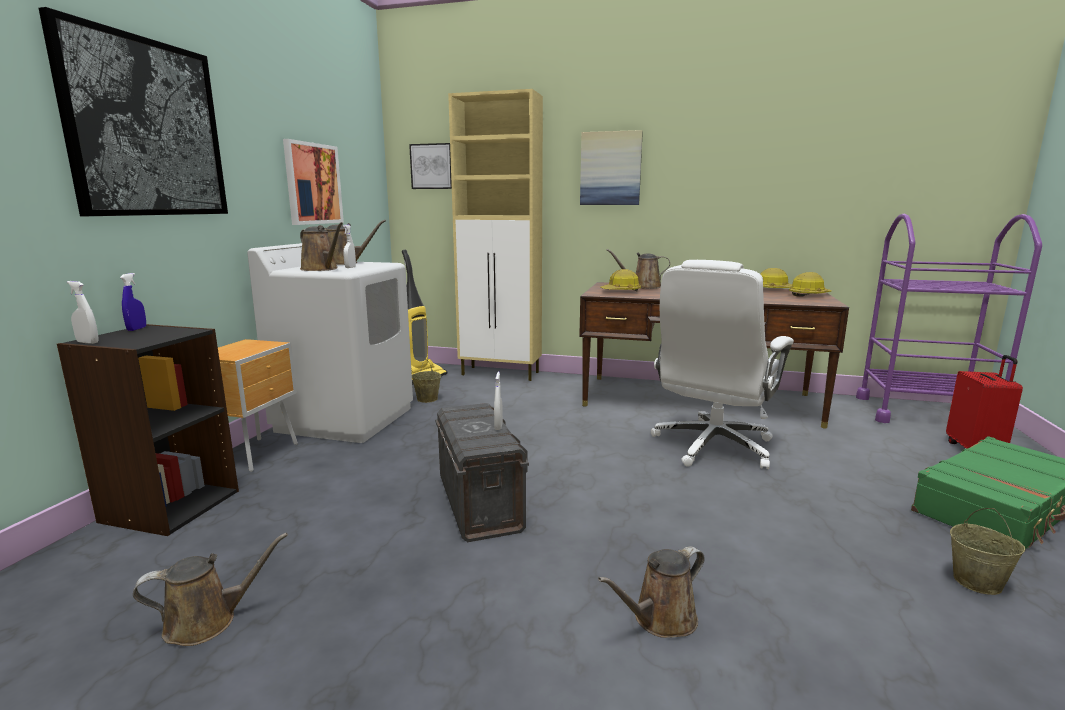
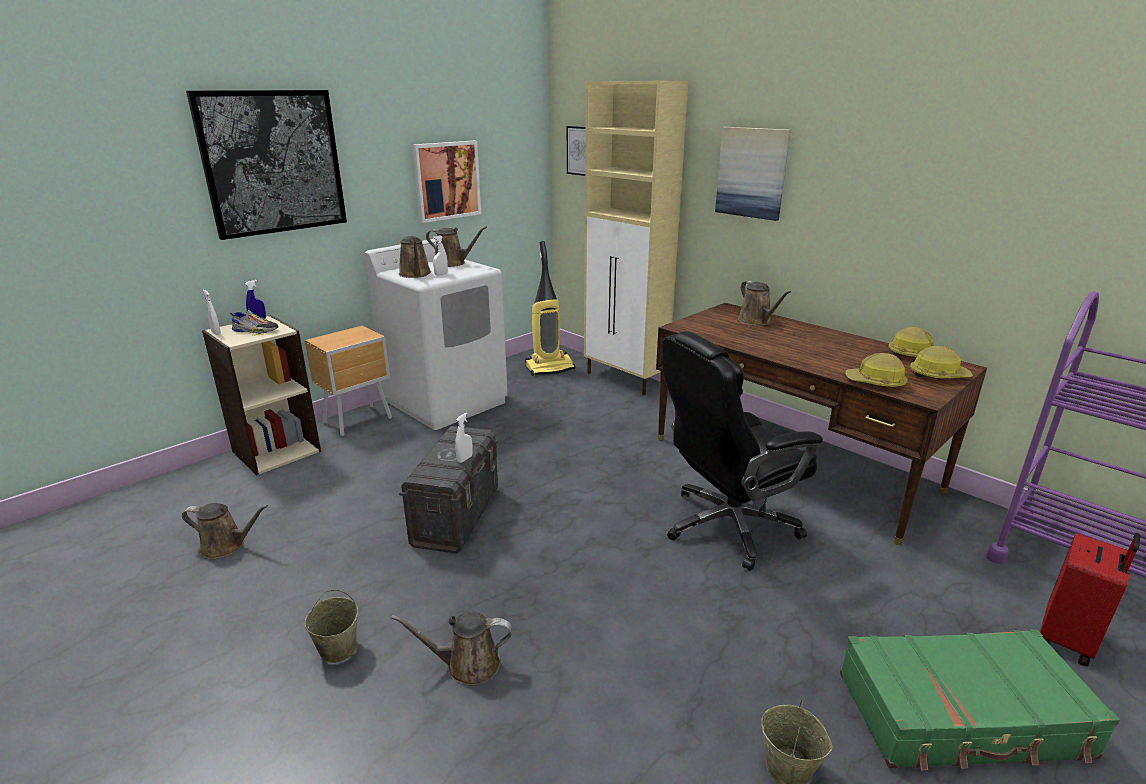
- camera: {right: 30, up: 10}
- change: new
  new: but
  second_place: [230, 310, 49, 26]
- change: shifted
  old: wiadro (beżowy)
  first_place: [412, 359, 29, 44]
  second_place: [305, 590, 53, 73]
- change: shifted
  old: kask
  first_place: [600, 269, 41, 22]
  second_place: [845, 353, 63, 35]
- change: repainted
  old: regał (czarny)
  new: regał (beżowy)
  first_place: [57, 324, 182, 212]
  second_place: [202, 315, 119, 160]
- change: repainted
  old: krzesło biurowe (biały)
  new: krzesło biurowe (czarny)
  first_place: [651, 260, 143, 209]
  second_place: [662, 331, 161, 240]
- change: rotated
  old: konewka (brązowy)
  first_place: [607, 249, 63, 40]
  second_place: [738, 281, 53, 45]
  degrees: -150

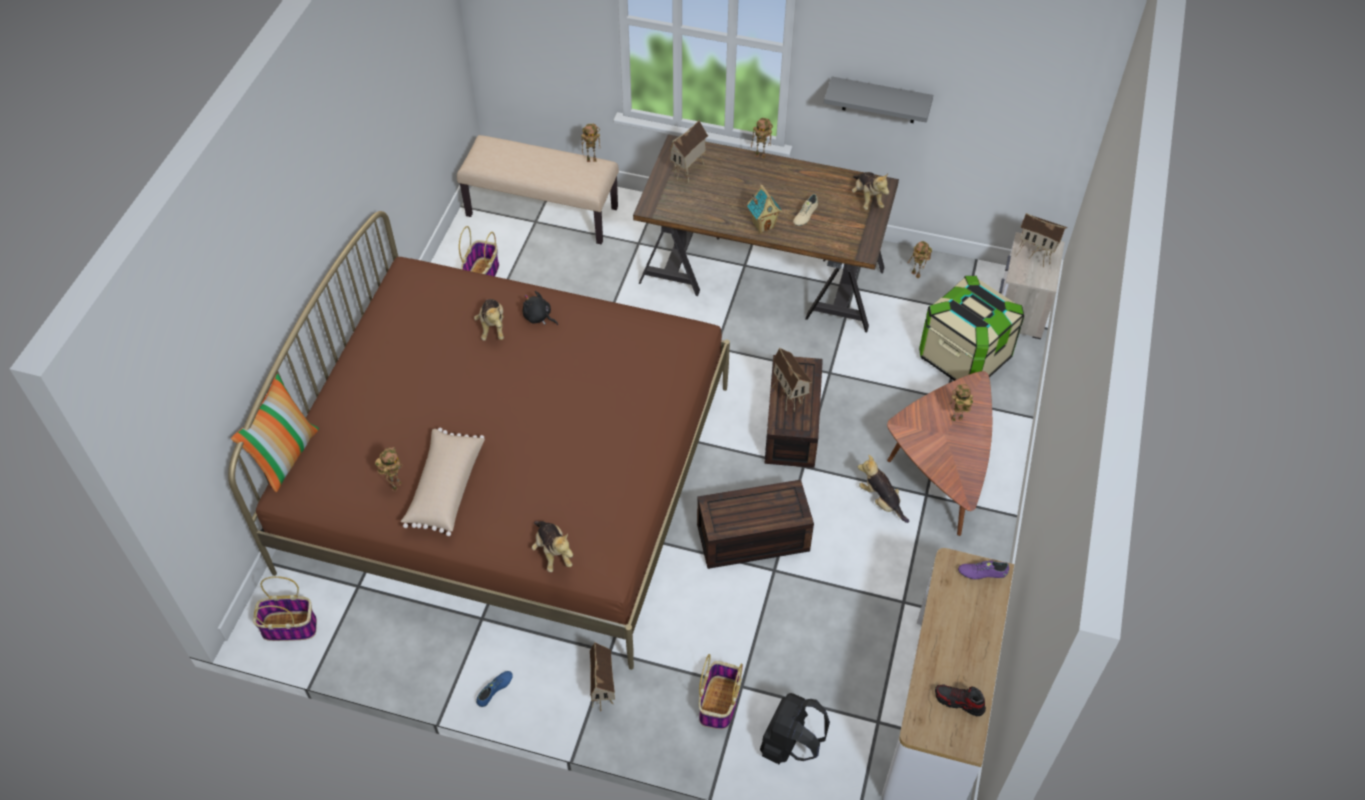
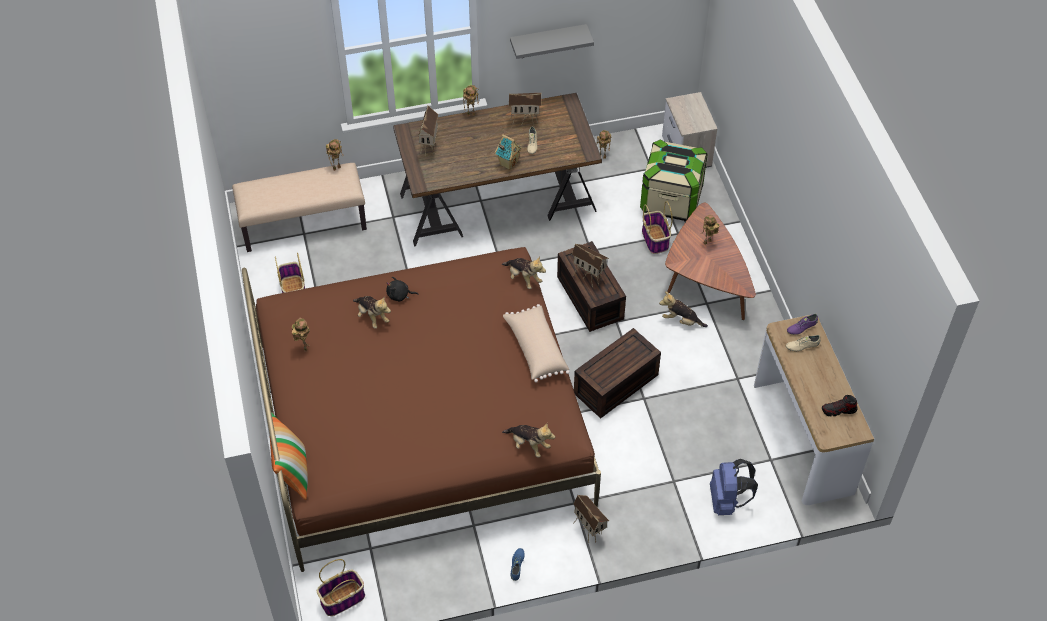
- camera: {right: -30, up: 0}
- change: new
  new: but (beżowy)
  second_place: [786, 335, 34, 17]
- change: shifted
  old: robot zabawkowy
  first_place: [375, 447, 28, 45]
  second_place: [292, 317, 18, 35]
- change: shifted
  old: poduszka (beżowy)
  first_place: [401, 428, 84, 108]
  second_place: [503, 304, 66, 79]
- change: shifted
  old: koszyk
  first_place: [699, 654, 44, 75]
  second_place: [642, 201, 31, 53]
- change: shifted
  old: pluszak
  first_place: [852, 172, 37, 38]
  second_place: [502, 256, 44, 33]
- change: shifted
  old: domek
  first_place: [1015, 213, 53, 54]
  second_place: [509, 93, 33, 35]
- change: repainted
  old: plecak (czarny)
  new: plecak (niebieski)
  first_place: [760, 693, 70, 71]
  second_place: [710, 459, 48, 56]

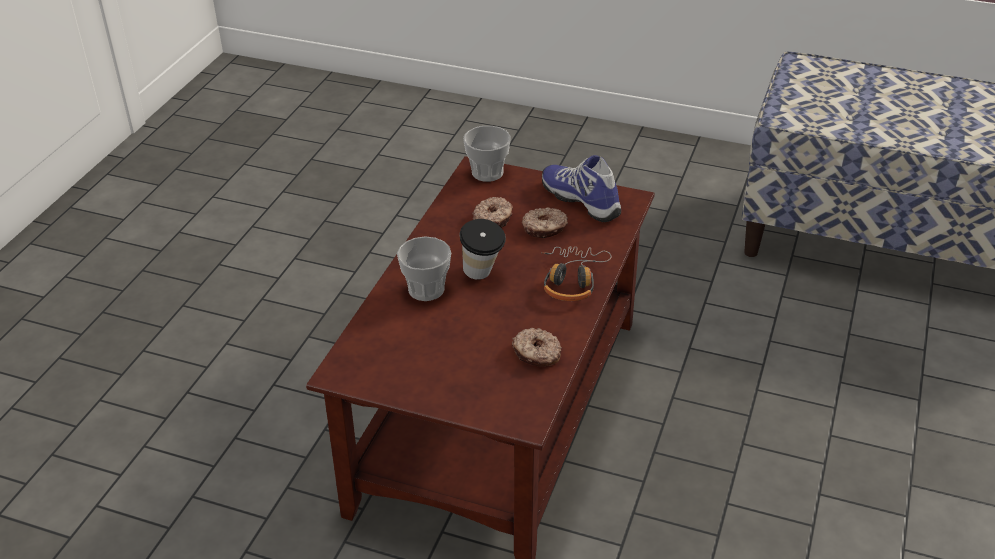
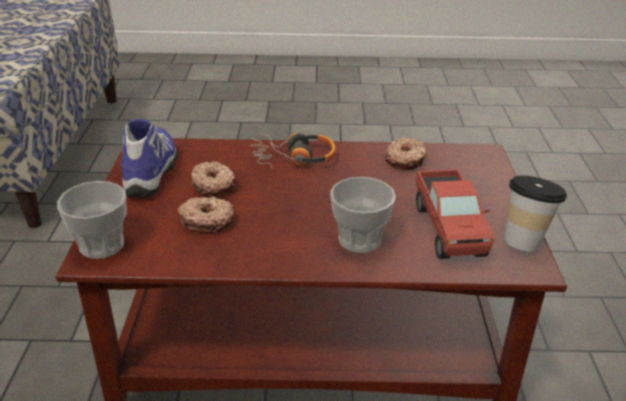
- camera: {right: -110, up: -5}
- change: new
  new: ciężarówka zabawkowa
  second_place: [416, 169, 78, 90]
- change: shifted
  old: filiżanka
  first_place: [459, 219, 47, 61]
  second_place: [504, 176, 63, 75]
- change: rotated
  old: but
  first_place: [542, 155, 79, 67]
  second_place: [121, 118, 57, 79]
  degrees: 150

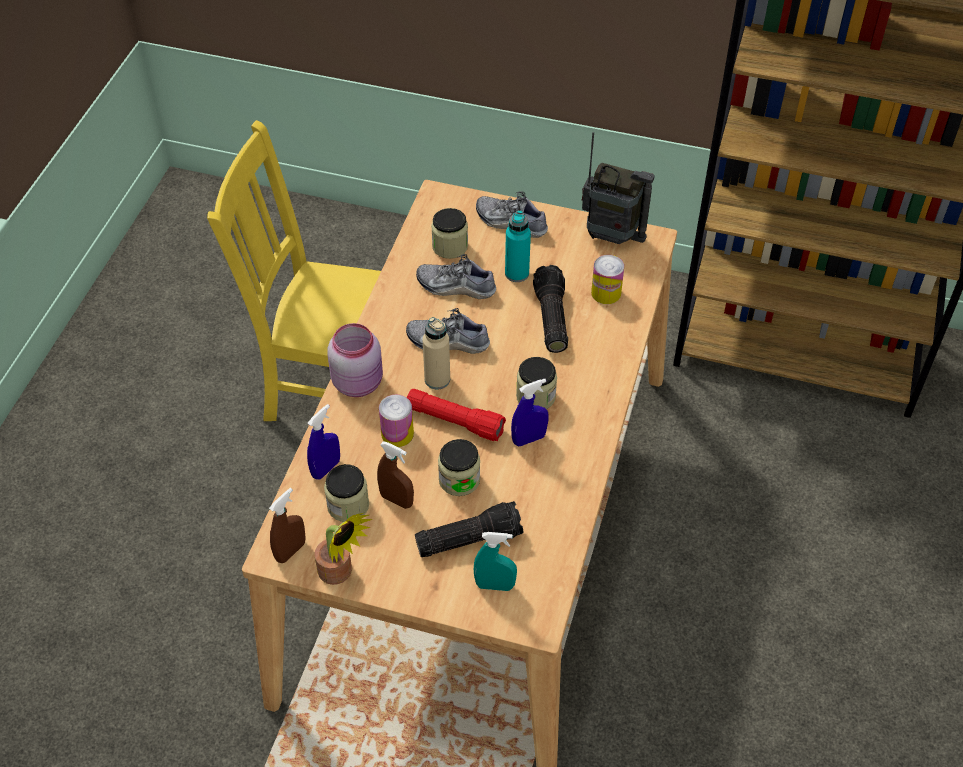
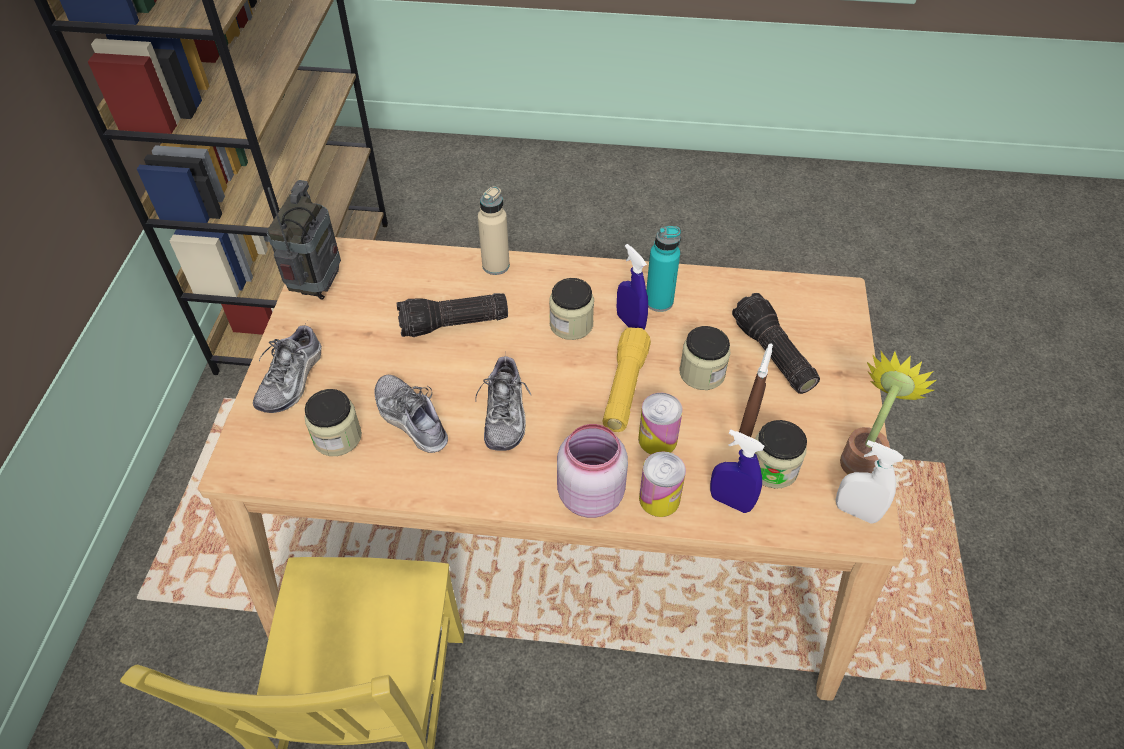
- camera: {right: -100, up: 0}
- change: gone
  old: spryskiwacz (turkusowy)
  first_place: [474, 532, 43, 59]
- change: shifted
  old: butelka (beżowy)
  first_place: [422, 317, 28, 72]
  second_place: [478, 186, 32, 89]
- change: shifted
  old: butelka (turkusowy)
  first_place: [505, 210, 26, 72]
  second_place: [646, 226, 35, 86]
- change: shifted
  old: puszka
  first_place: [591, 255, 33, 49]
  second_place: [639, 451, 47, 66]
- change: repainted
  old: spryskiwacz (brązowy)
  new: spryskiwacz (biały)
  first_place: [269, 488, 37, 75]
  second_place: [836, 440, 68, 84]
- change: repainted
  old: latarka (czerwony)
  new: latarka (żółty)
  first_place: [407, 389, 99, 52]
  second_place: [602, 327, 49, 105]
- change: rotated
  old: but
  first_place: [416, 254, 80, 45]
  second_place: [374, 375, 74, 78]
  degrees: 135

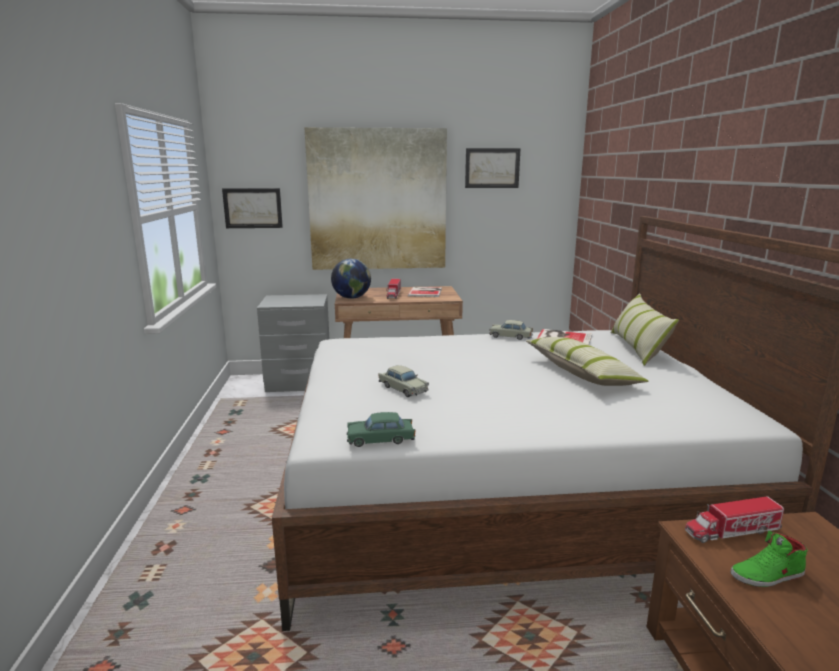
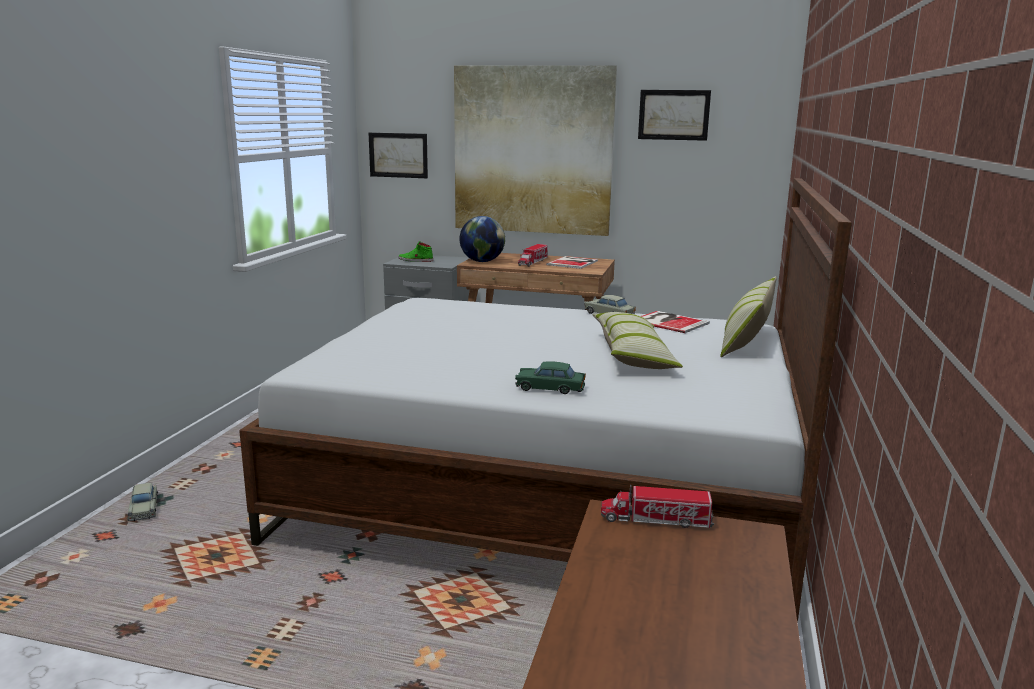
- camera: {right: 20, up: 0}
- change: shifted
  old: samochodzik (zielony)
  first_place: [347, 412, 69, 35]
  second_place: [515, 362, 71, 32]
- change: shifted
  old: samochodzik (beżowy)
  first_place: [378, 365, 51, 32]
  second_place: [128, 483, 30, 38]
- change: shifted
  old: but (zielony)
  first_place: [731, 530, 77, 57]
  second_place: [399, 241, 34, 21]

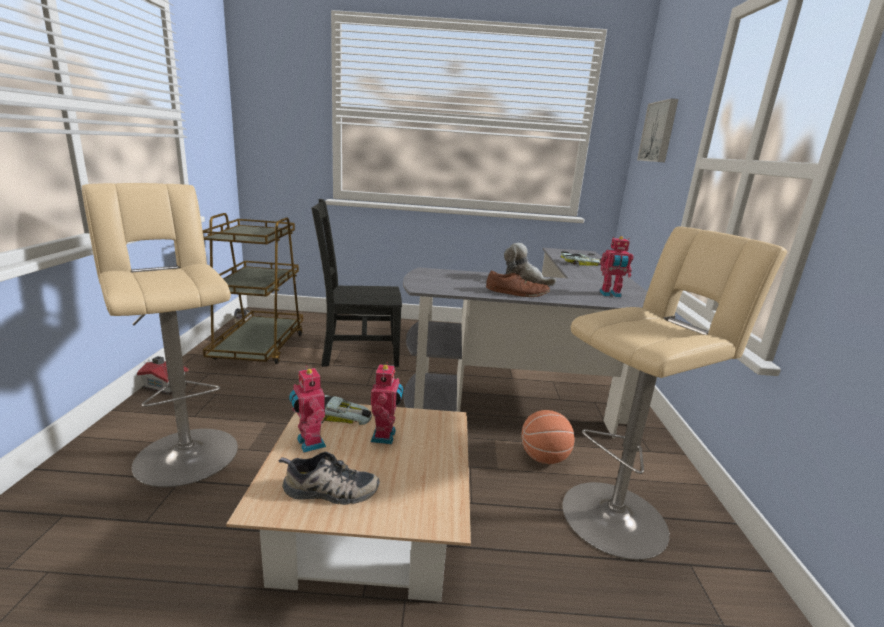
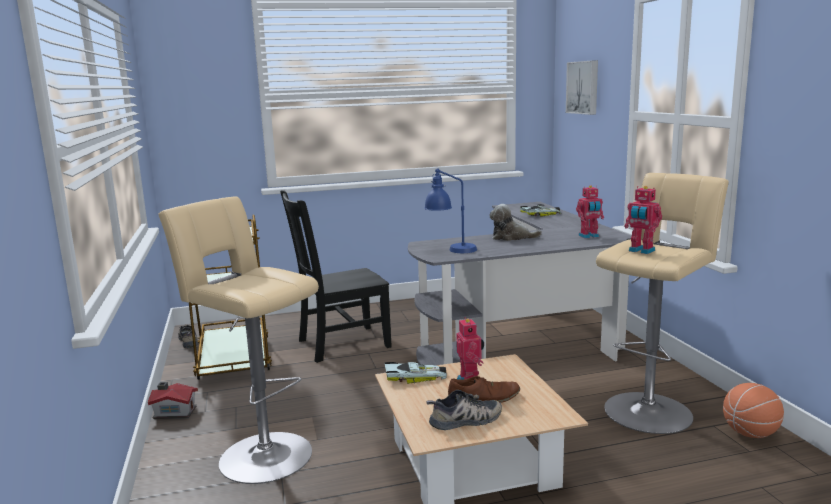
- camera: {right: -15, up: -5}
- change: new
  new: lampa stołowa (niebieski)
  second_place: [424, 168, 53, 85]
- change: shifted
  old: robot zabawkowy
  first_place: [289, 366, 37, 87]
  second_place: [624, 186, 38, 68]
- change: shifted
  old: but (brązowy)
  first_place: [486, 270, 64, 27]
  second_place: [448, 376, 72, 27]
- change: shifted
  old: piłka do koszykówki
  first_place: [521, 410, 54, 54]
  second_place: [723, 383, 61, 55]

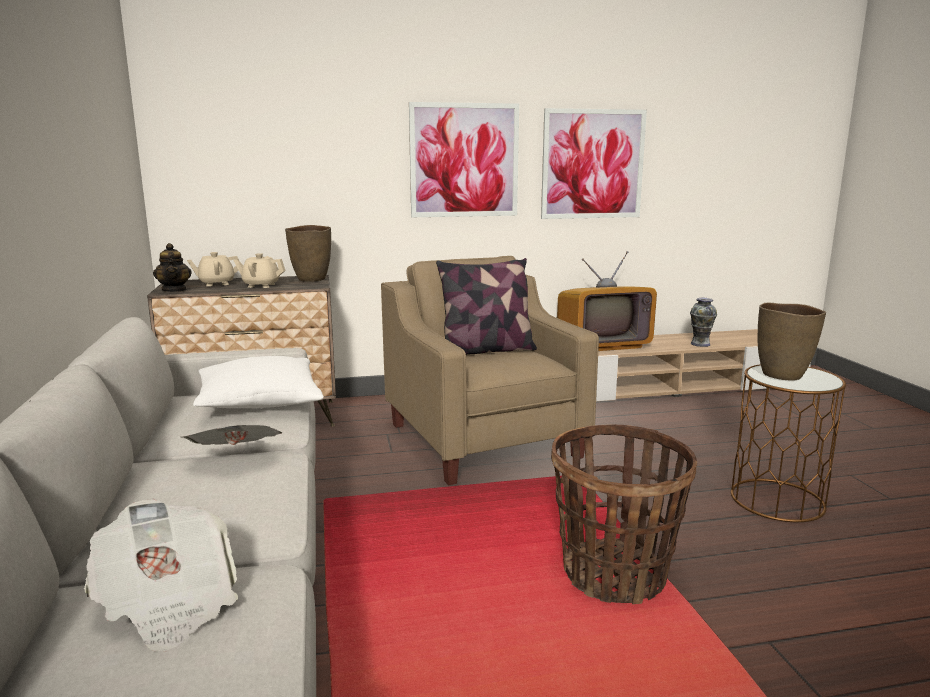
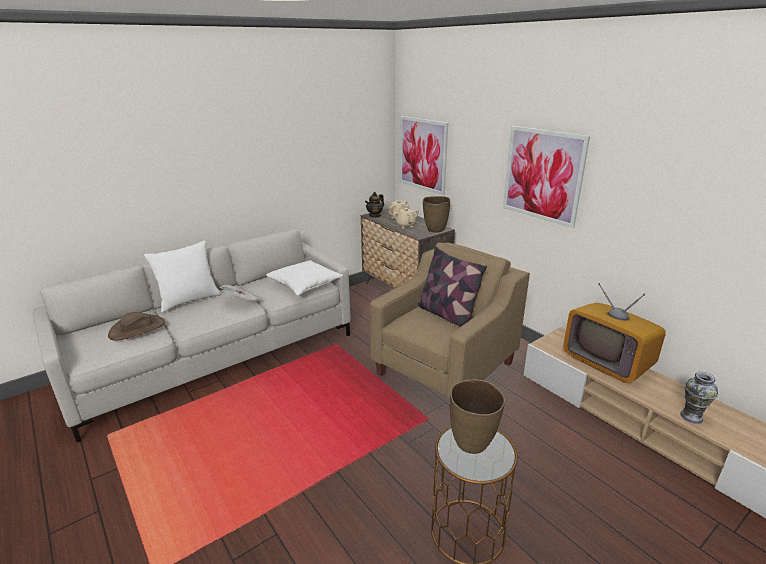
- camera: {right: 65, up: 10}
- change: gone
  old: koszyk
  first_place: [551, 424, 146, 180]
- change: new
  new: poduszka (biały)
  second_place: [144, 241, 77, 72]
- change: shifted
  old: obraz
  first_place: [541, 108, 106, 111]
  second_place: [400, 116, 48, 79]
- change: swapped
  old: gazeta
  new: kapelusz (brązowy)
  first_place: [84, 499, 154, 153]
  second_place: [108, 312, 57, 29]

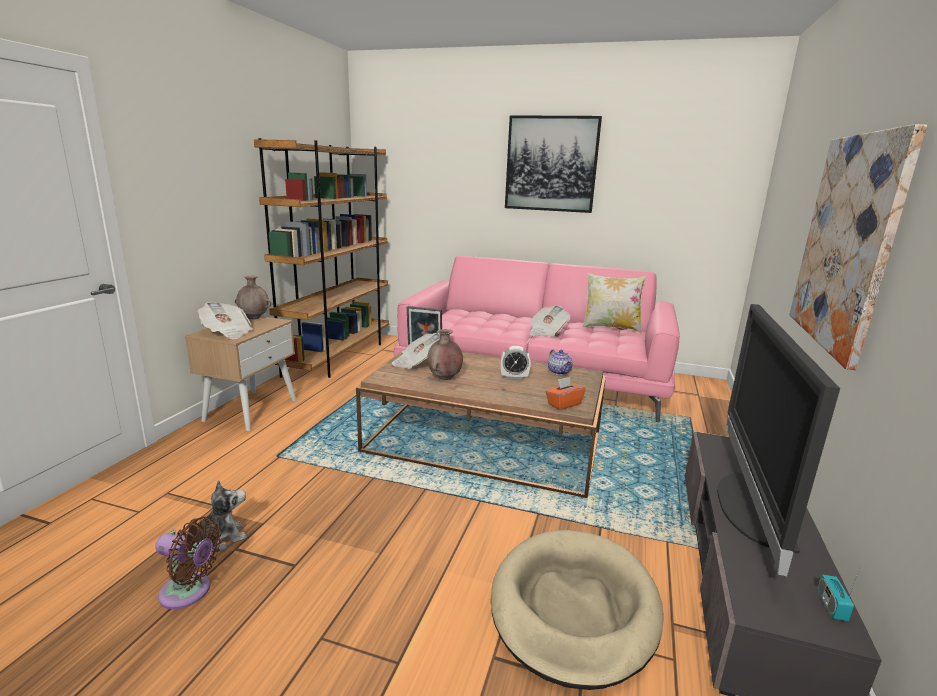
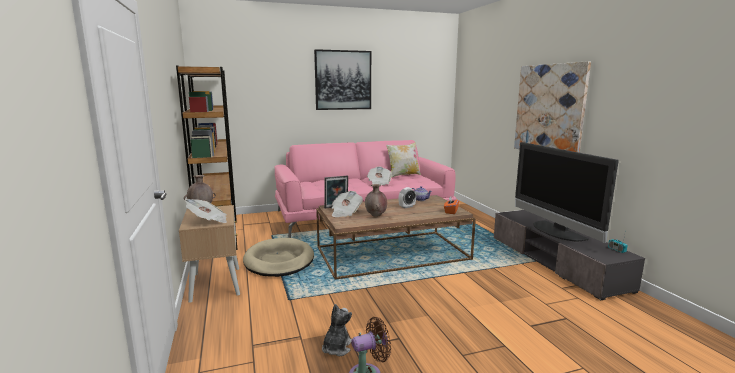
- camera: {right: -35, up: -5}
- change: shifted
  old: legowisko (beżowy)
  first_place: [491, 530, 173, 160]
  second_place: [243, 237, 71, 40]

